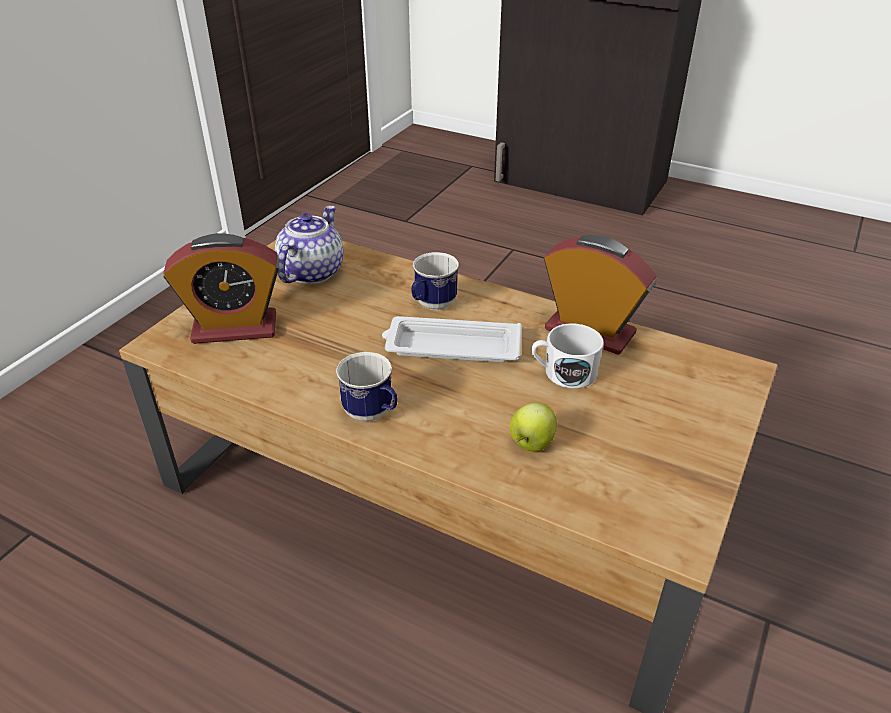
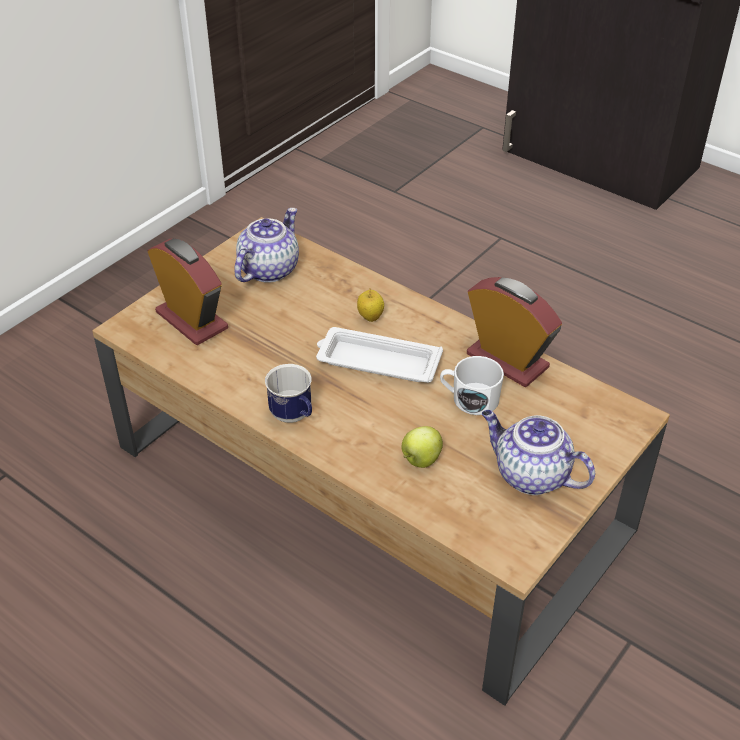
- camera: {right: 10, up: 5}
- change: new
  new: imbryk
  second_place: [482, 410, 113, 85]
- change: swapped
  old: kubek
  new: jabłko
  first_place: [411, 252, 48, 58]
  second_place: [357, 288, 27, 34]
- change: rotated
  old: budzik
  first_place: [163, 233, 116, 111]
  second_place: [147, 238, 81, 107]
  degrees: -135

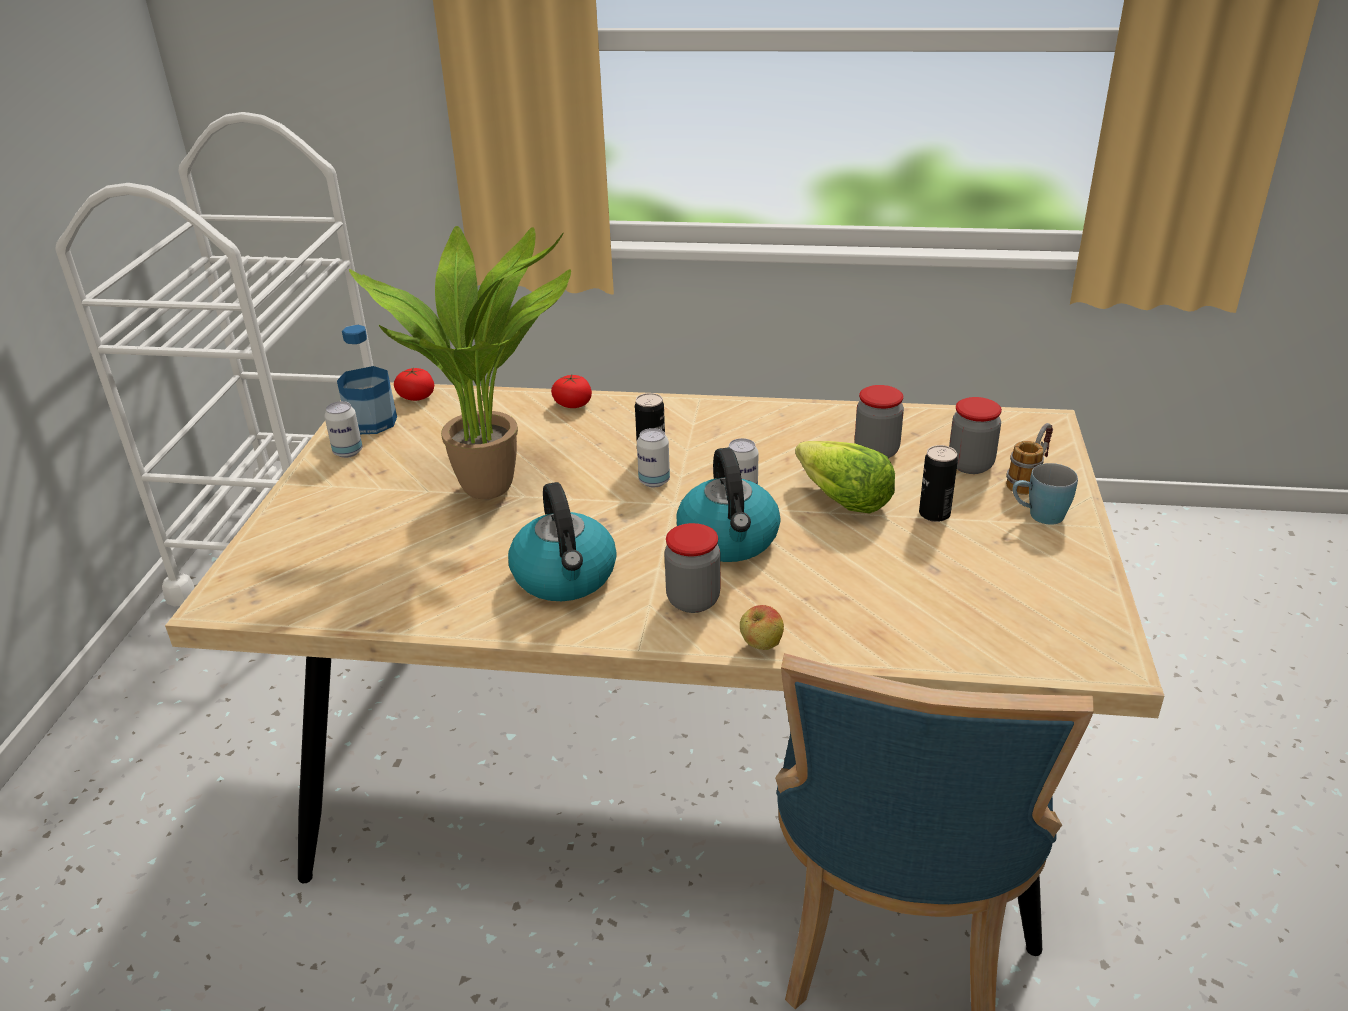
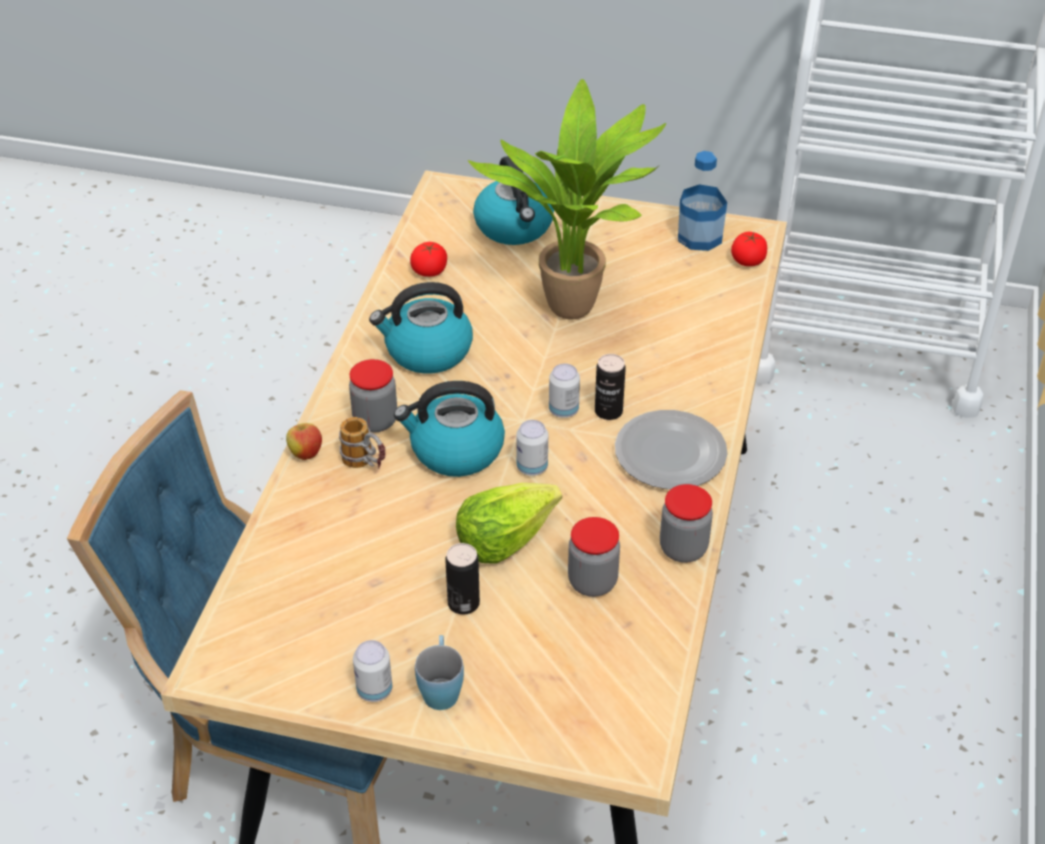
- camera: {right: 95, up: 10}
- change: new
  new: czajnik
  second_place: [473, 156, 81, 89]
- change: new
  new: talerz
  second_place: [615, 410, 113, 79]
- change: shifted
  old: puszka
  first_place: [324, 401, 39, 57]
  second_place: [353, 640, 39, 62]
- change: shifted
  old: pomidor
  first_place: [551, 375, 41, 33]
  second_place: [410, 242, 37, 35]
- change: shifted
  old: słoik
  first_place: [949, 397, 53, 77]
  second_place: [660, 484, 53, 79]
- change: shifted
  old: kubek
  first_place: [1006, 423, 47, 72]
  second_place: [339, 417, 47, 52]

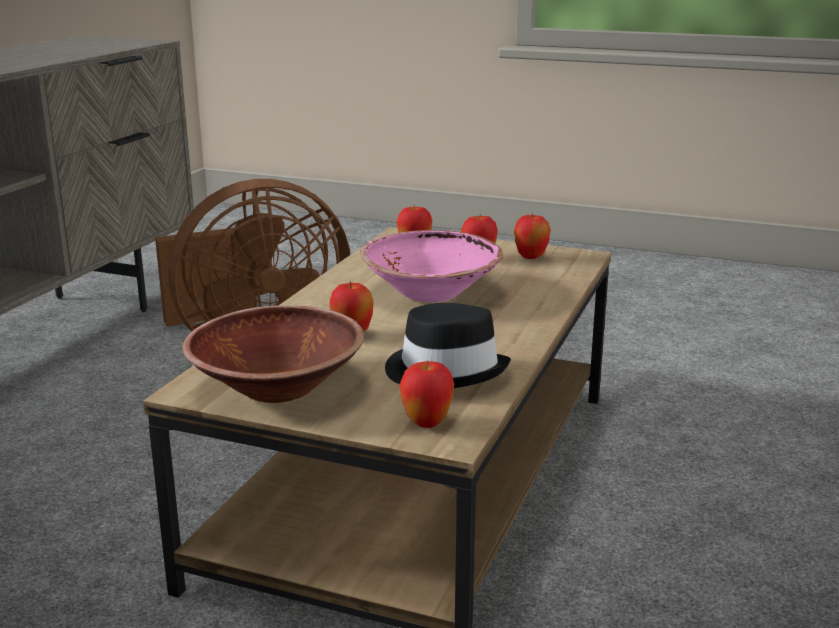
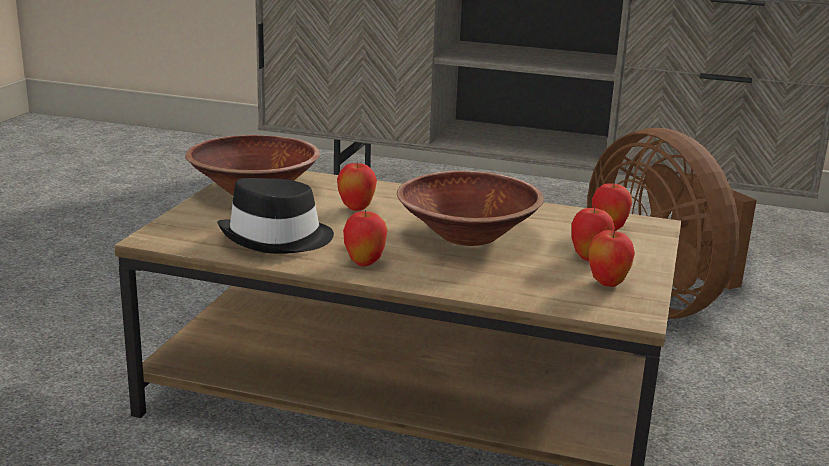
- camera: {right: 85, up: 0}
- change: shifted
  old: jabłko
  first_place: [399, 361, 55, 67]
  second_place: [343, 210, 45, 56]
- change: repainted
  old: miska (różowy)
  new: miska (brązowy)
  first_place: [360, 230, 143, 73]
  second_place: [397, 171, 147, 75]

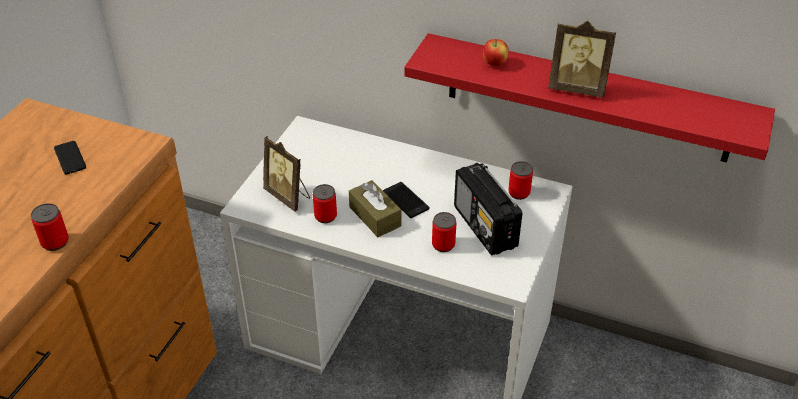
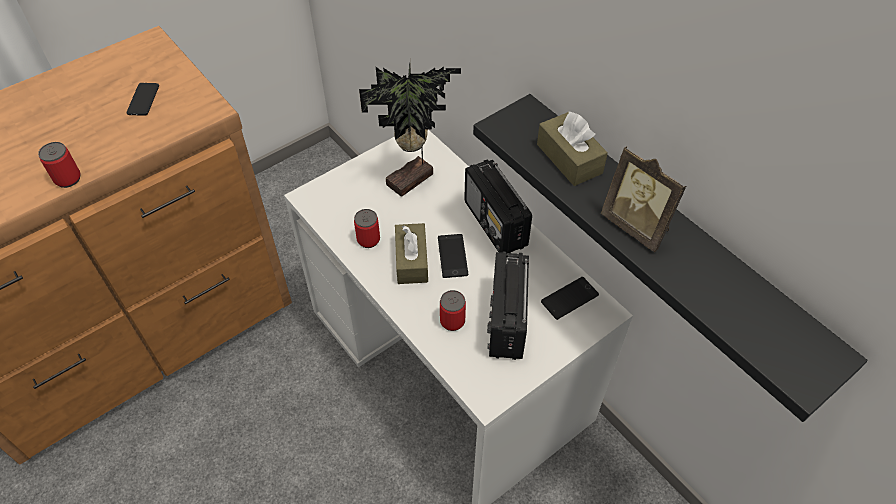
- camera: {right: 30, up: 10}
- change: gone
  old: ramka na zdjęcie
  first_place: [263, 136, 47, 76]
- change: new
  new: roślina doniczkowa
  second_place: [359, 61, 102, 136]
- change: new
  new: radio
  second_place: [464, 159, 68, 95]
- change: swapped
  old: jabłko
  new: pudełko chusteczek (brązowy)
  first_place: [483, 39, 26, 28]
  second_place: [537, 111, 71, 75]
- change: swapped
  old: puszka
  new: telefon
  first_place: [508, 161, 25, 39]
  second_place: [541, 277, 58, 43]
- change: repainted
  old: półka (czerwony)
  new: półka (czarny)
  first_place: [404, 33, 371, 129]
  second_place: [473, 94, 395, 328]

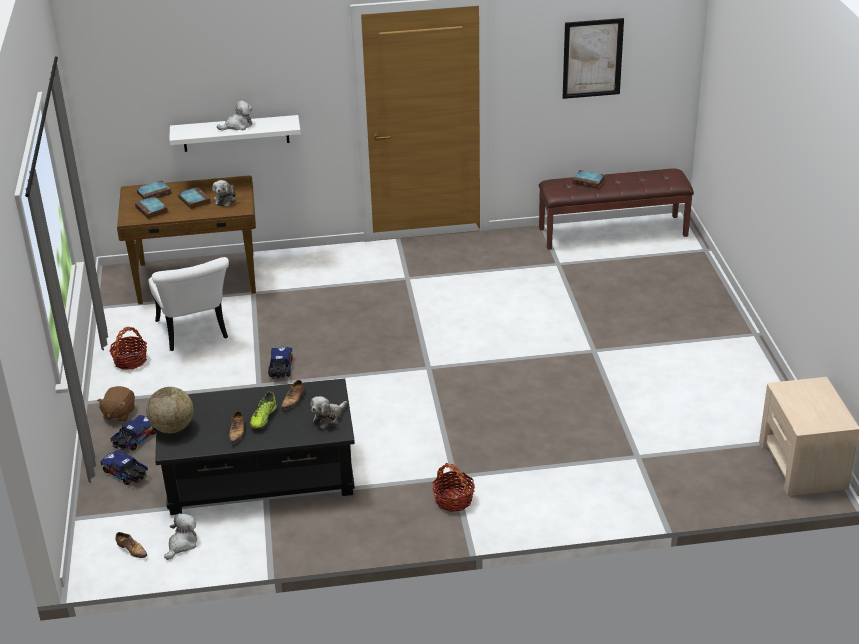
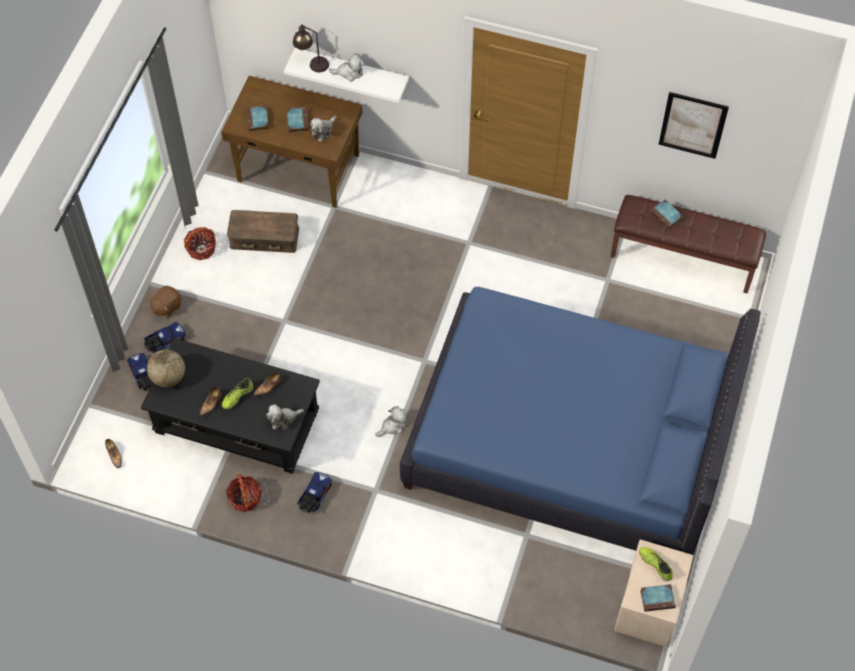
- camera: {right: 25, up: 25}
- change: new
  new: lampa stołowa
  second_place: [293, 24, 36, 48]
- change: new
  new: łóżko (niebieski)
  second_place: [400, 287, 361, 268]
- change: new
  new: but
  second_place: [639, 547, 34, 34]
- change: shifted
  old: książka
  first_place: [136, 180, 35, 20]
  second_place: [640, 584, 36, 28]
- change: shifted
  old: pluszak
  first_place: [164, 513, 33, 47]
  second_place: [375, 406, 31, 31]
- change: shifted
  old: ciężarówka zabawkowa
  first_place: [268, 347, 25, 32]
  second_place: [297, 472, 35, 41]
- change: shifted
  old: koszyk
  first_place: [432, 463, 43, 49]
  second_place: [226, 474, 36, 38]
- change: swapped
  old: krzesło (biały)
  new: pojemnik do przechowywania (brązowy)
  first_place: [149, 257, 80, 94]
  second_place: [227, 210, 72, 43]

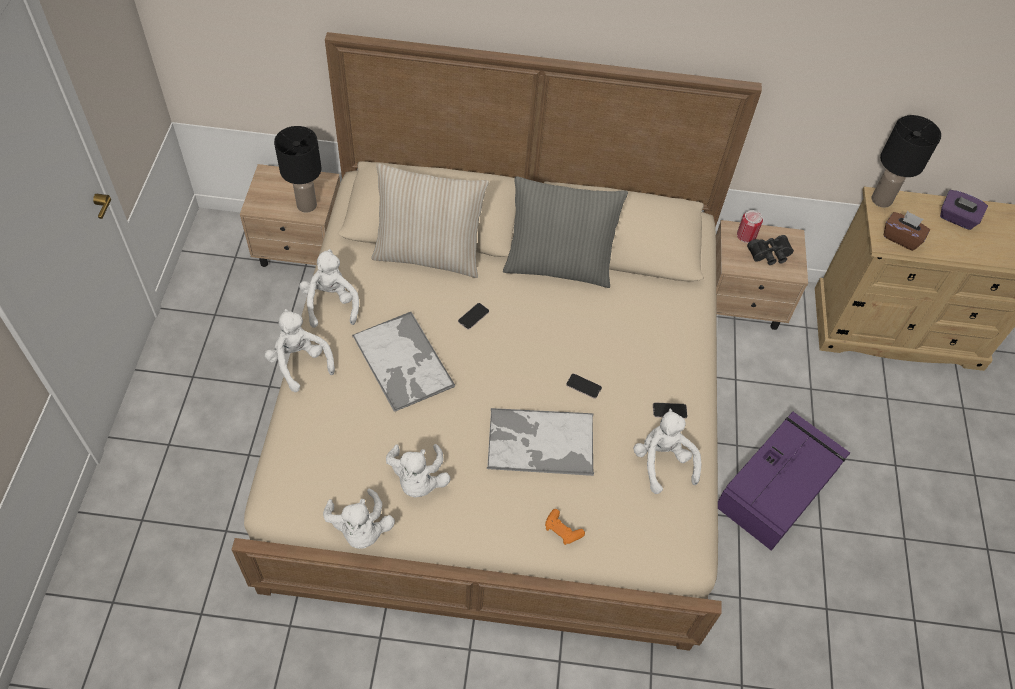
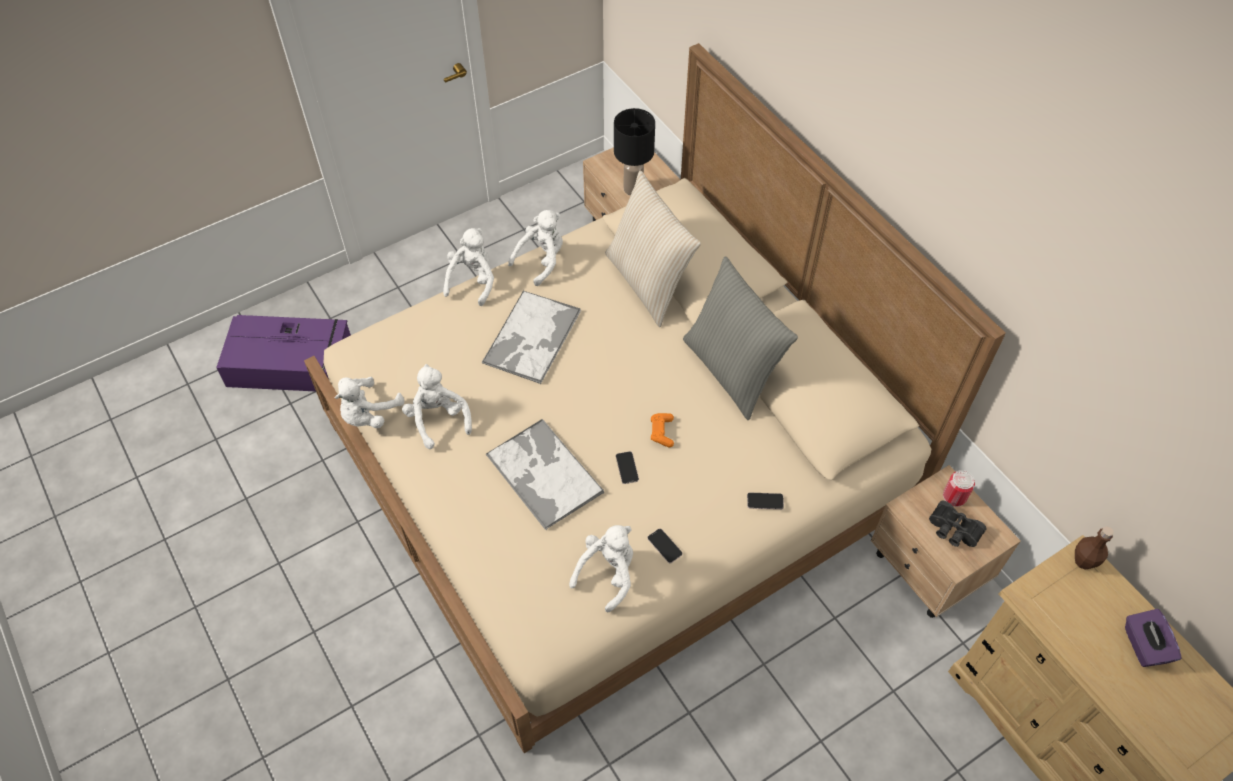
- camera: {right: 55, up: 0}
- change: gone
  old: pudełko chusteczek (brązowy)
  first_place: [884, 211, 46, 40]
- change: shifted
  old: telefon
  first_place: [458, 303, 31, 27]
  second_place: [747, 492, 37, 18]
- change: shifted
  old: pad do gier (pomarańczowy)
  first_place: [545, 509, 40, 36]
  second_place: [651, 413, 23, 35]
- change: shifted
  old: pojemnik do przechowywania (fioletowy)
  first_place: [718, 412, 132, 139]
  second_place: [216, 315, 135, 76]
- change: swapped
  old: lampa stołowa (czarny)
  new: butelka (brązowy)
  first_place: [871, 115, 70, 93]
  second_place: [1075, 526, 39, 44]
- change: rotated
  old: pluszak (biały)
  first_place: [386, 444, 65, 53]
  second_place: [402, 364, 70, 85]
  degrees: 105

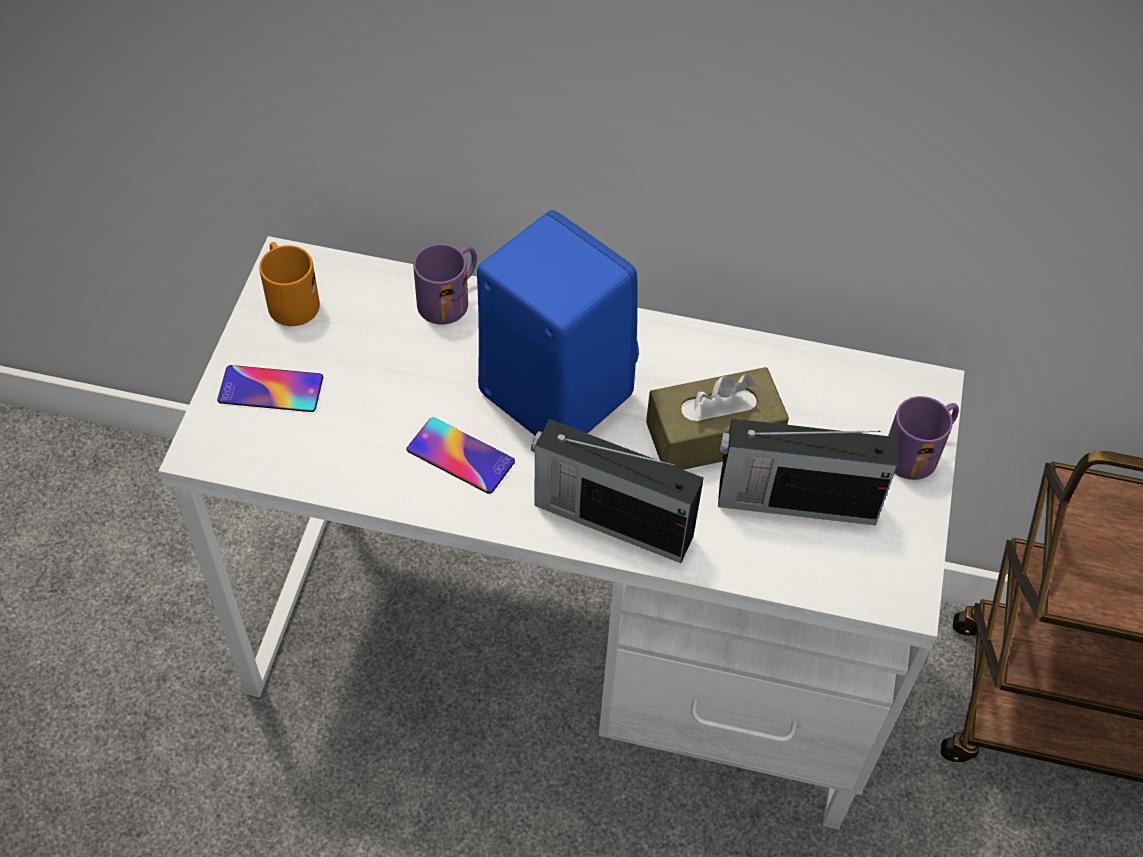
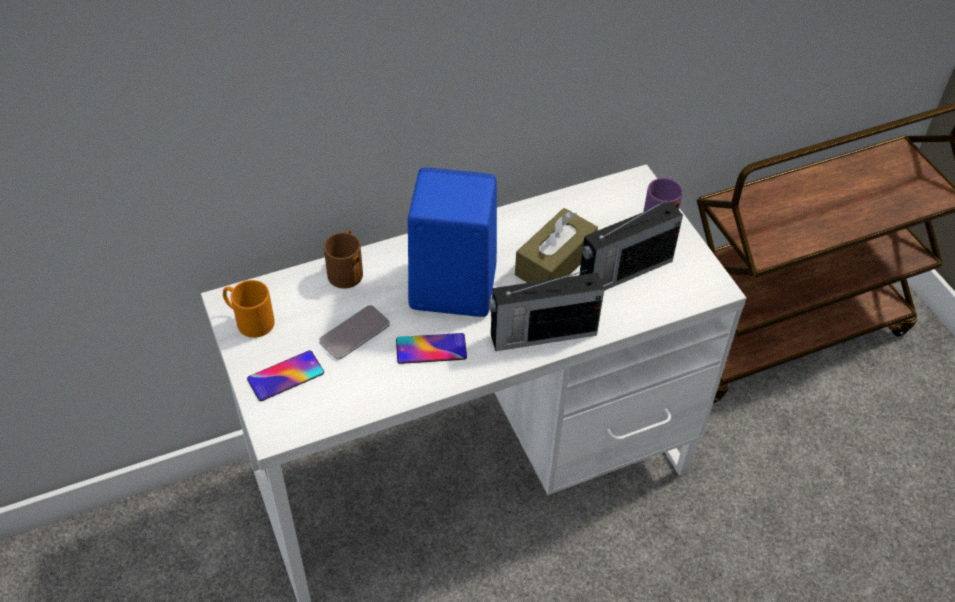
- camera: {right: -35, up: -5}
- change: new
  new: telefon
  second_place: [319, 305, 71, 55]
- change: repainted
  old: kubek (fioletowy)
  new: kubek (brązowy)
  first_place: [413, 244, 64, 81]
  second_place: [324, 229, 39, 59]

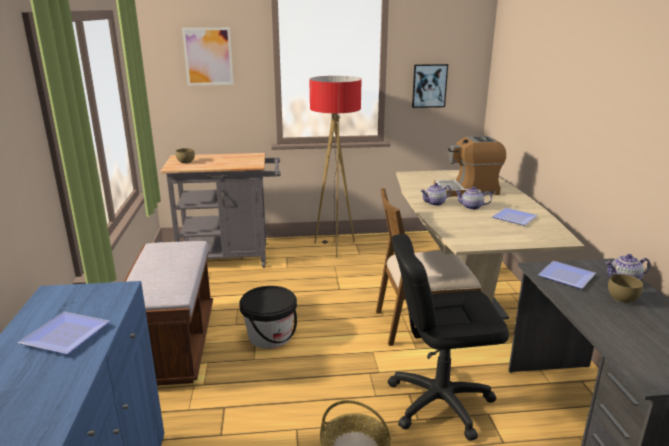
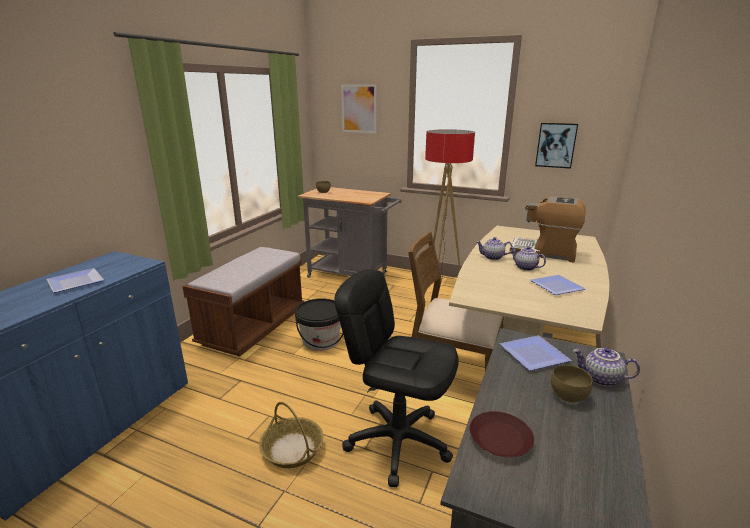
- camera: {right: 30, up: 0}
- change: new
  new: talerz (brązowy)
  second_place: [470, 411, 64, 46]

